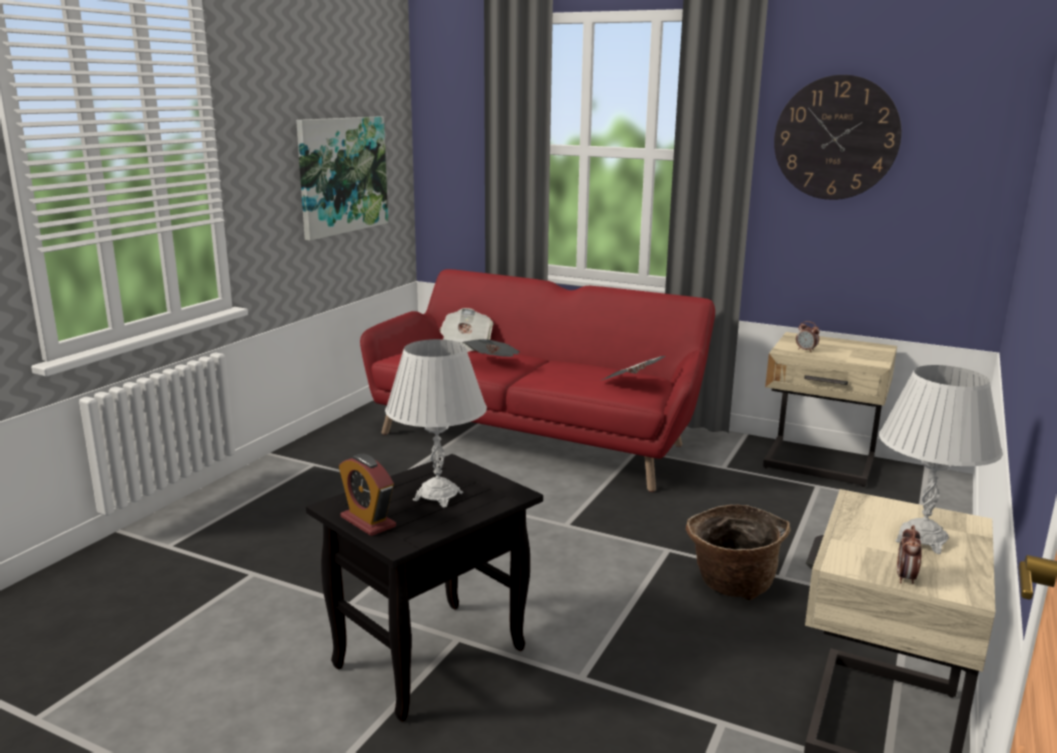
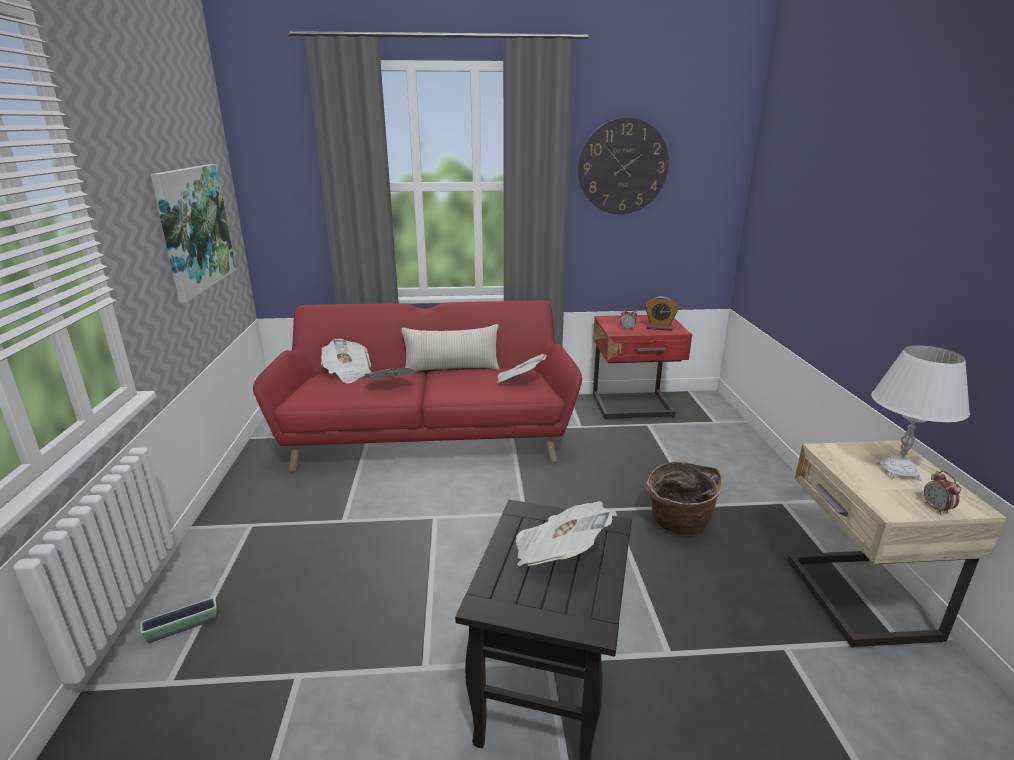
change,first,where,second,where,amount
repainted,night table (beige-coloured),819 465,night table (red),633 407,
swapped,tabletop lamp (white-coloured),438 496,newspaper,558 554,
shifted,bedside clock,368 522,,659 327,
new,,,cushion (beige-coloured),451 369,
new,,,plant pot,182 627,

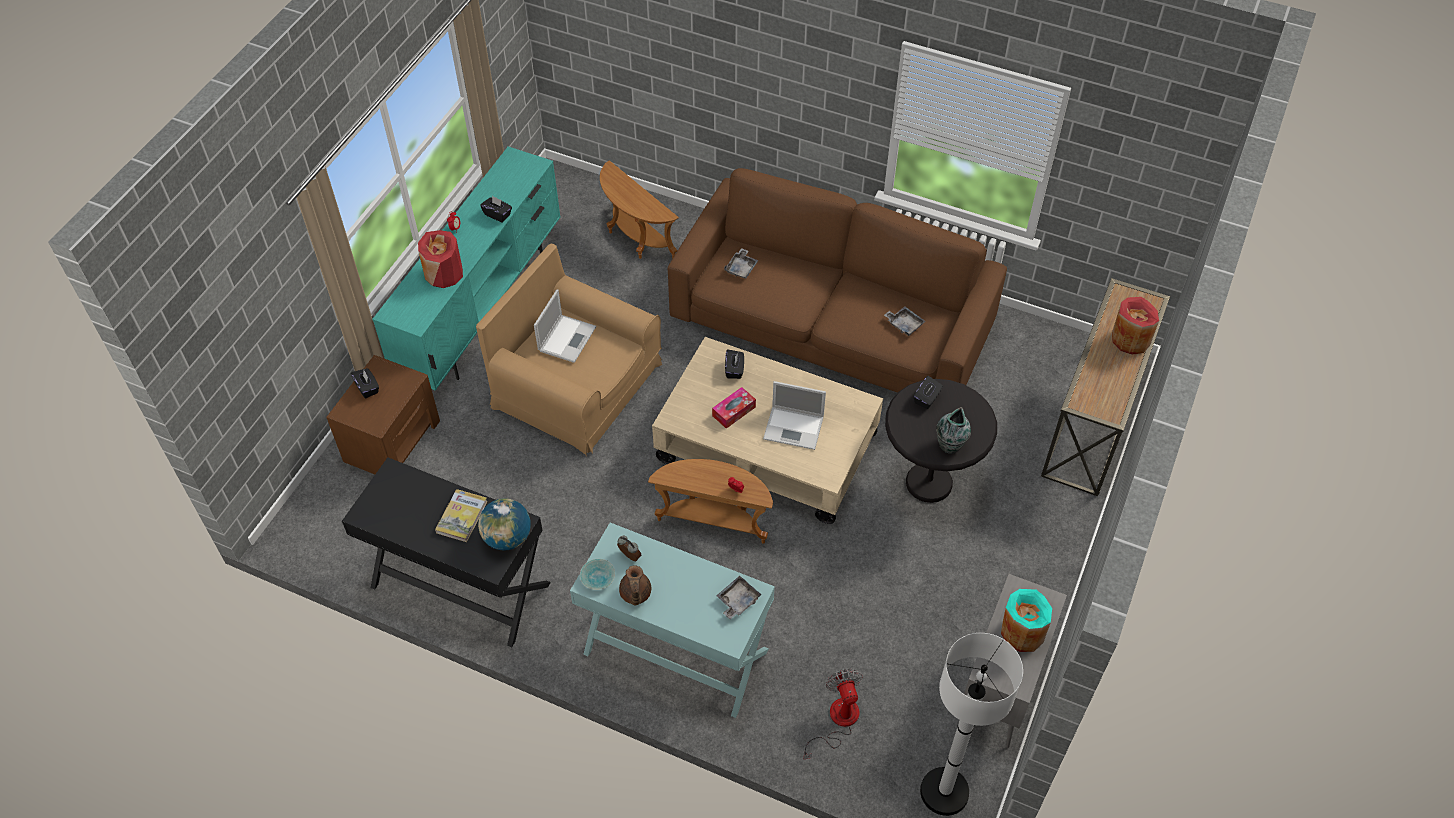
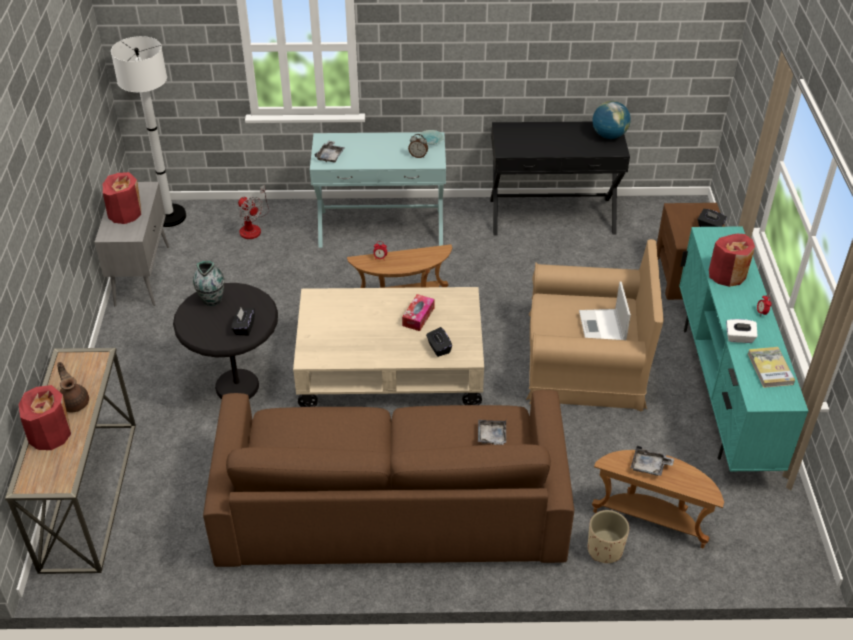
change,first,where,second,where,amount
repainted,tissue holder (black-coloured),497 214,tissue holder (white-coloured),739 338,
shifted,carrying tray (gray),904 324,,649 466,
gone,laptop,794 428,,,
shifted,bound book,462 517,,770 369,
shifted,desk globe,507 538,,609 135,
shifted,teapot (brown),635 594,,74 402,
repainted,decorative vase (blue-green),1022 632,decorative vase (red),125 213,
new,,,plant pot (beige-coloured),604 550,

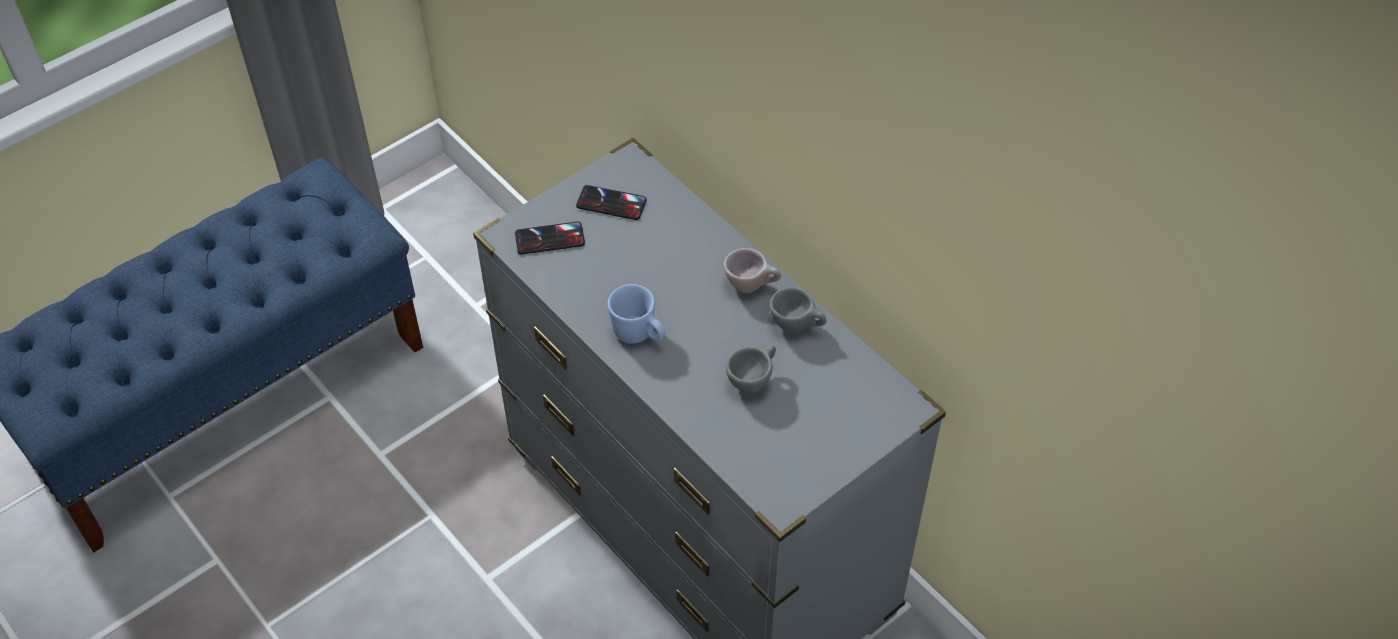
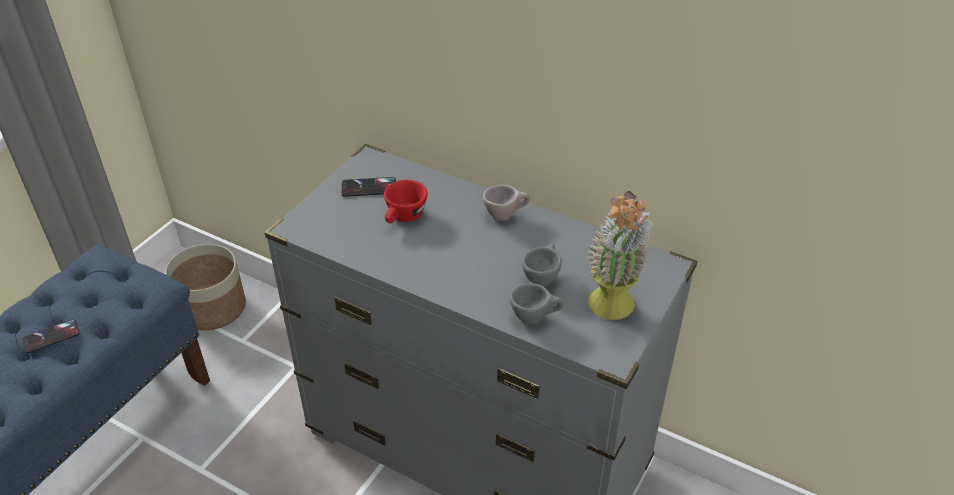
change,first,where,second,where,amount
shifted,telephone,549 239,,51 336,
gone,tea mug (blue-coloured),639 335,,,
shifted,cup (gray),797 326,,535 318,
new,,,cup (red),404 218,
new,,,houseplant,611 312,
new,,,plant pot,212 308,

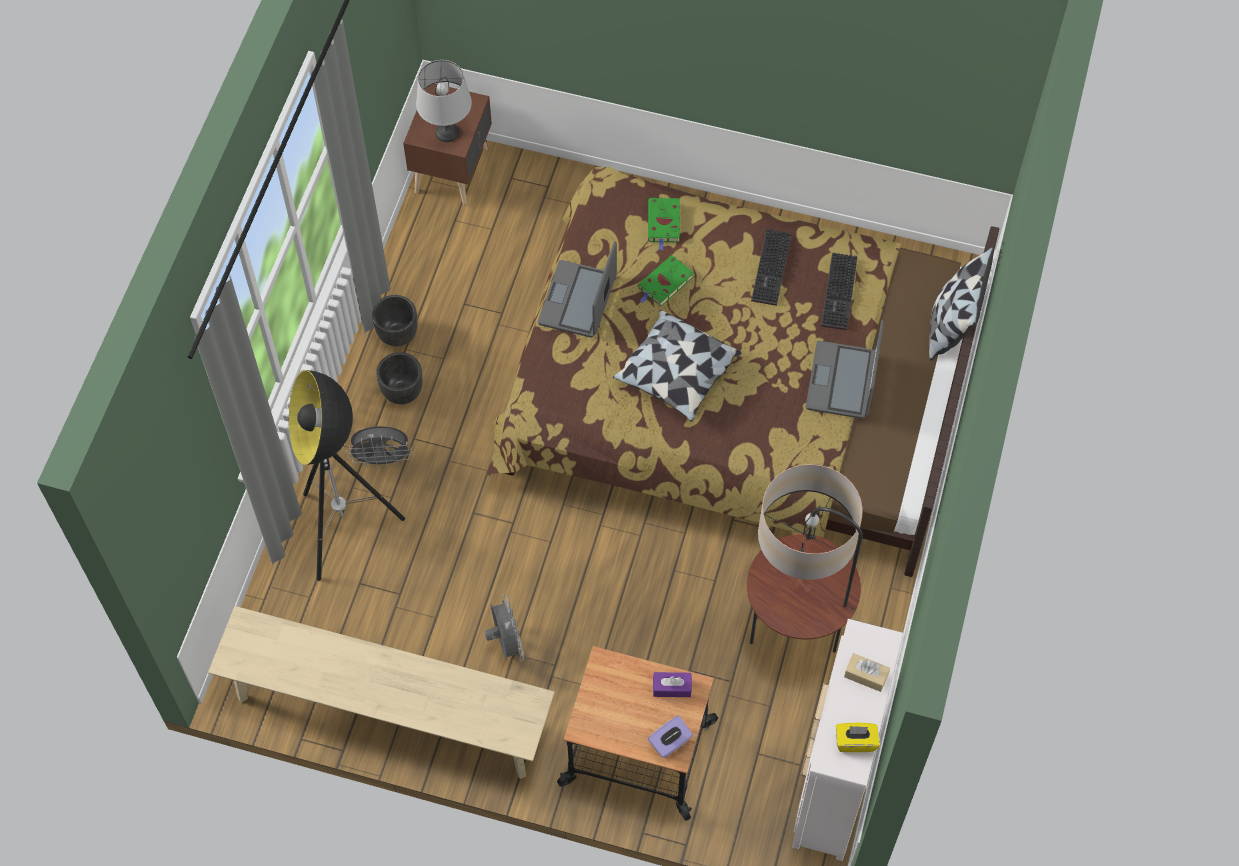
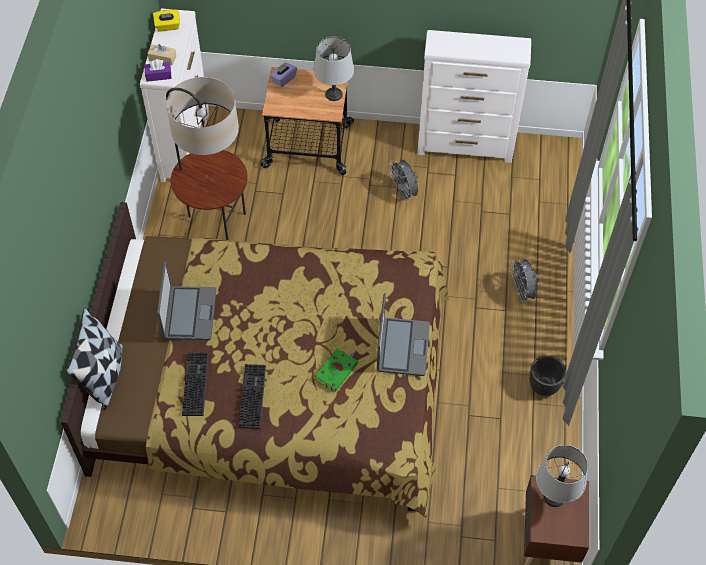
change,first,where,second,where,amount
gone,bound book (greenish),664 224,,,
gone,cushion,676 374,,,
gone,plant pot (black-coloured),402 392,,,
gone,standing lamp,346 530,,,
rotated,electric fan (gray),382 460,,522 292,90 degrees counterclockwise
swapped,bench (beige-coloured),388 712,drawer chest (white-coloured),466 146,
shifted,tissue holder (purple),672 687,,158 75,
new,,,tabletop lamp (gray),333 94,

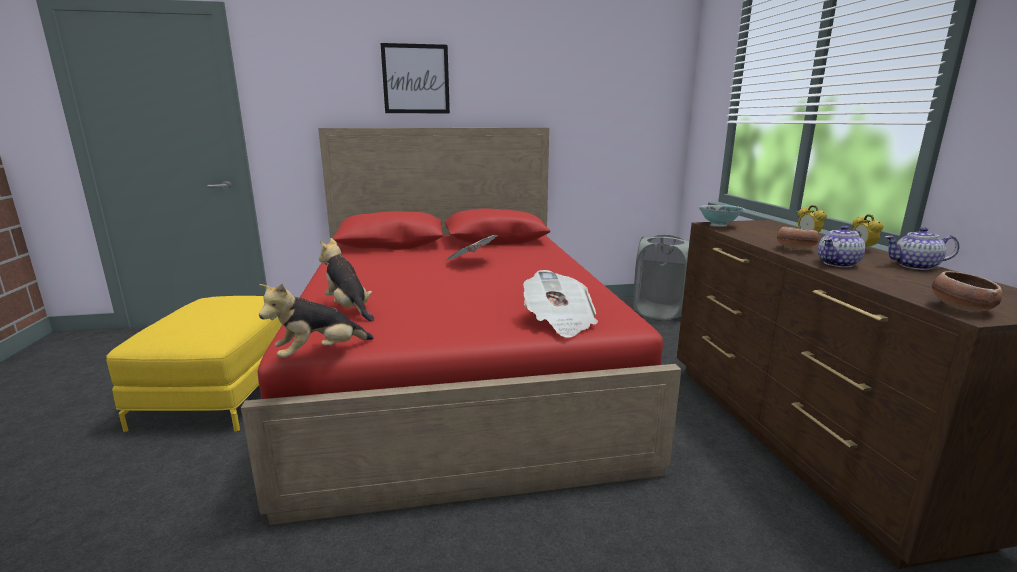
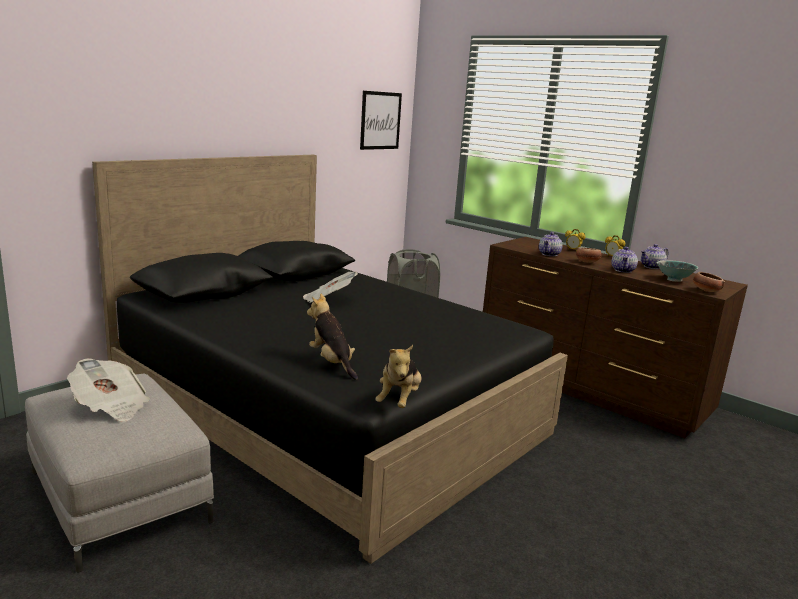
change,first,where,second,where,amount
shifted,wall art,416 79,,380 120,
repainted,bed (red),457 371,bed (black-coloured),328 409,
shifted,deep dish,718 226,,674 280,
rotated,cuddly toy,349 308,,332 363,45 degrees clockwise
shifted,newspaper,559 322,,111 407,
repainted,footrest (yellowish),223 389,footrest (gray),117 497,
new,,,teapot,549 254,

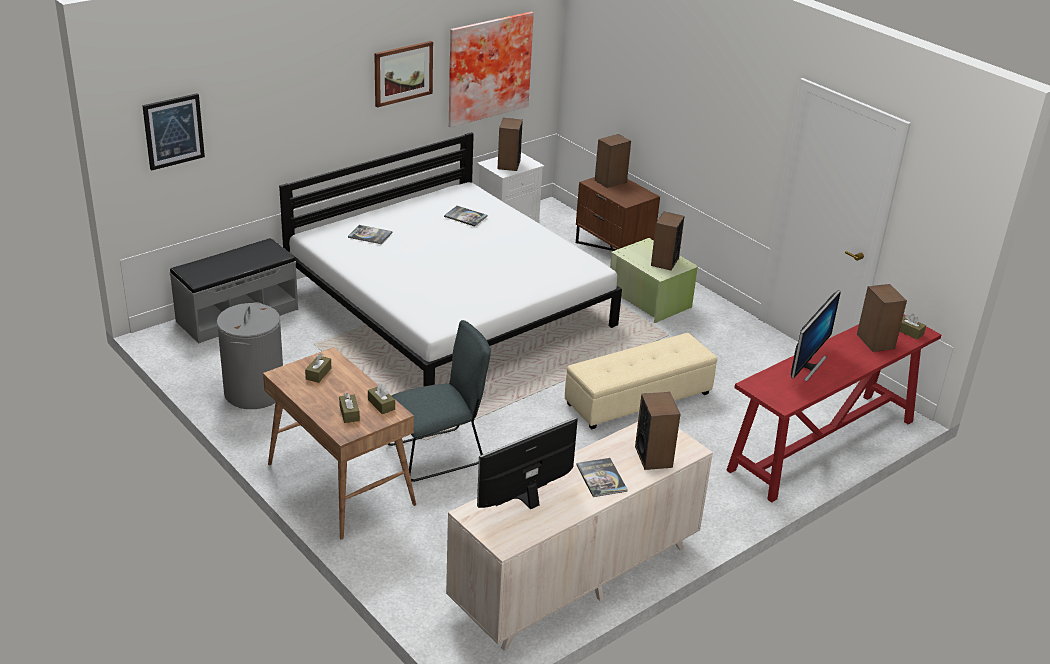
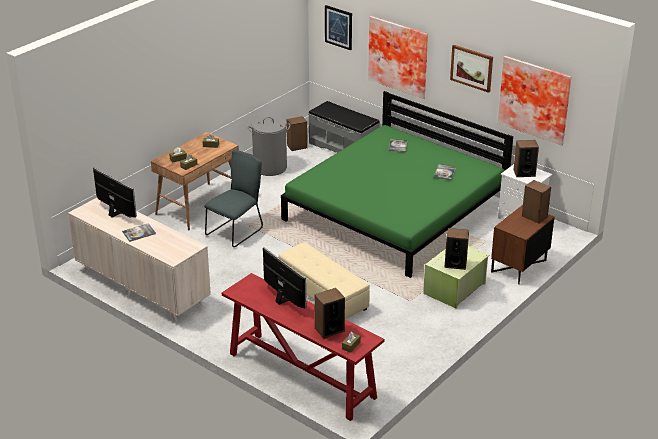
change,first,where,second,where,amount
repainted,bed (white-coloured),449 306,bed (greenish),396 211,
rotated,computer screen,807 366,,283 300,150 degrees counterclockwise
rotated,upright chair (gray),439 454,,236 231,105 degrees counterclockwise
shifted,speaker,654 456,,297 146,
new,,,wall art,399 56,

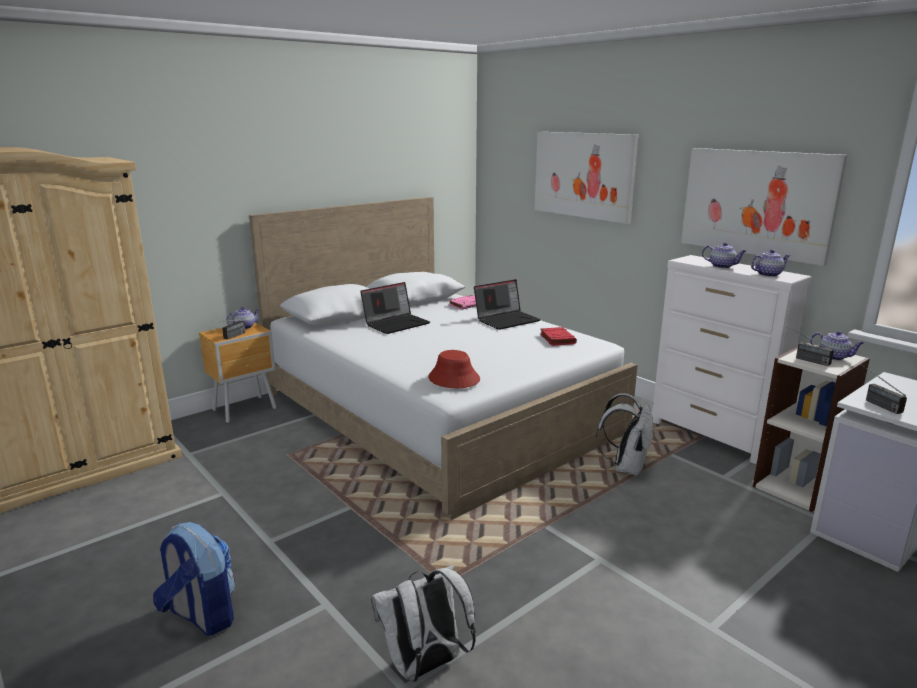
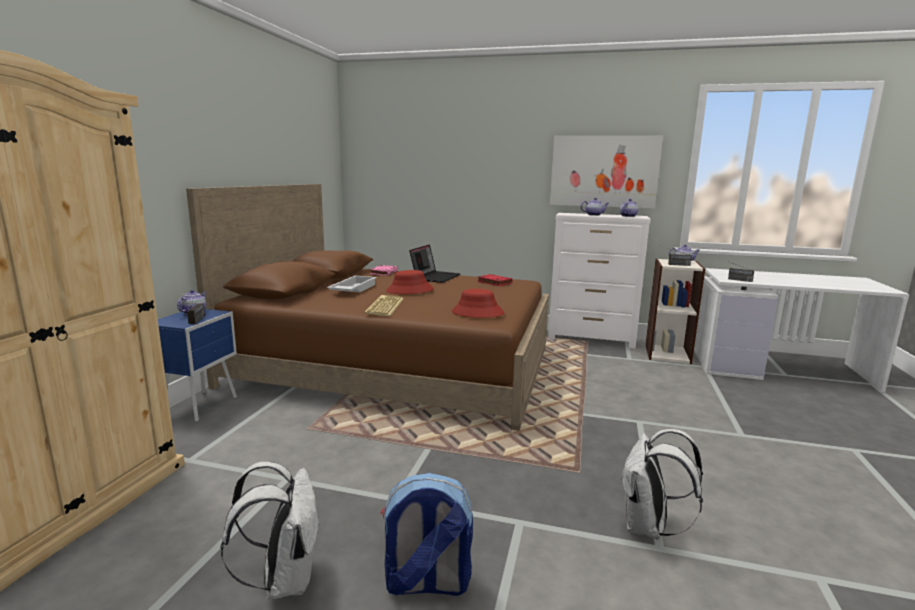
change,first,where,second,where,amount
gone,wall art,583 175,,,
repainted,bed (white-coloured),438 411,bed (brown),397 365,
swapped,laptop,396 323,carrying tray (white-coloured),352 289,
repainted,night table (brown),246 409,night table (blue-coloured),202 406,
shifted,backpack (white-coloured),626 467,,284 579,
new,,,hat (red),410 290,
new,,,keyboard,384 306,

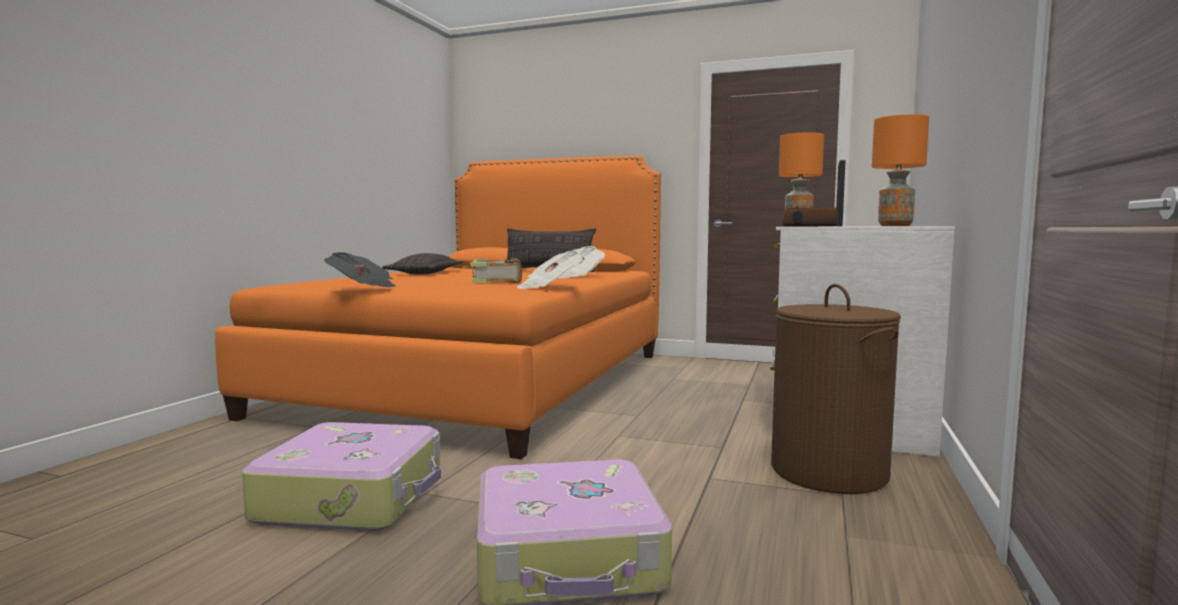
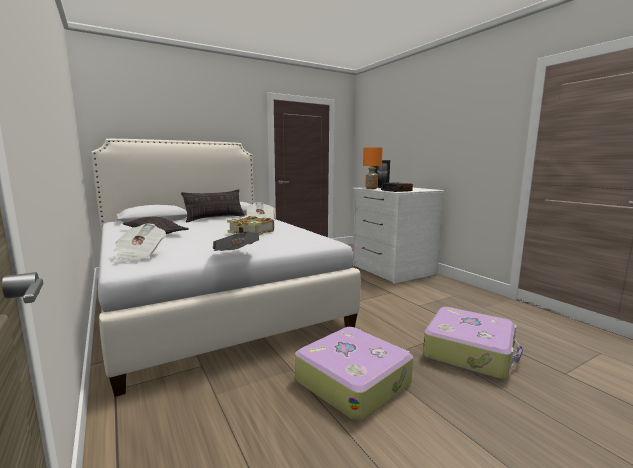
change,first,where,second,where,amount
gone,tabletop lamp (orange-coloured),894 226,,,
repainted,bed (orange-coloured),483 381,bed (white-coloured),211 299,
shifted,newspaper,549 287,,139 256,
gone,hamper (brown),829 472,,,

